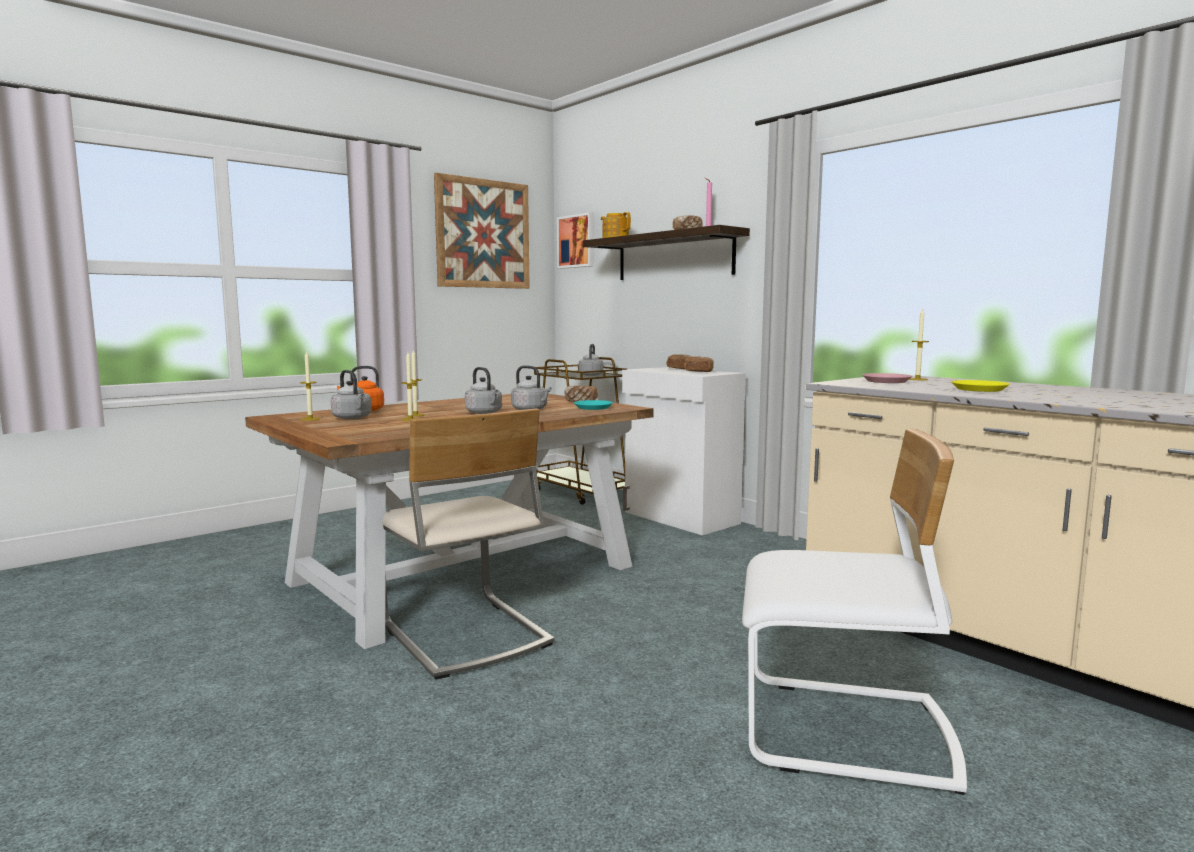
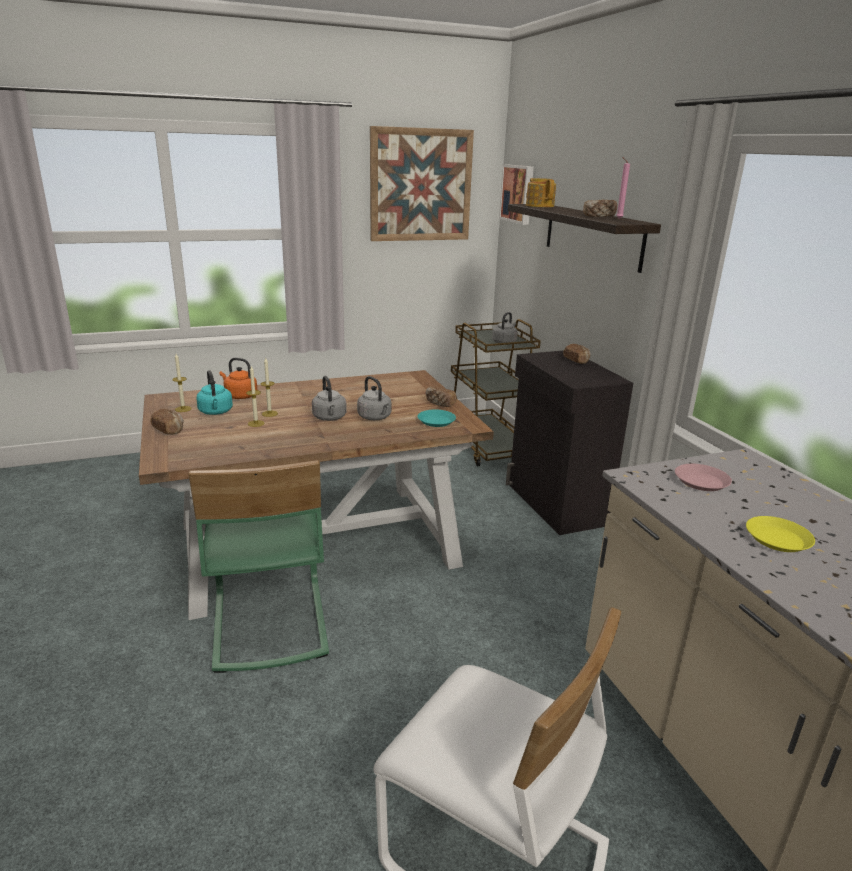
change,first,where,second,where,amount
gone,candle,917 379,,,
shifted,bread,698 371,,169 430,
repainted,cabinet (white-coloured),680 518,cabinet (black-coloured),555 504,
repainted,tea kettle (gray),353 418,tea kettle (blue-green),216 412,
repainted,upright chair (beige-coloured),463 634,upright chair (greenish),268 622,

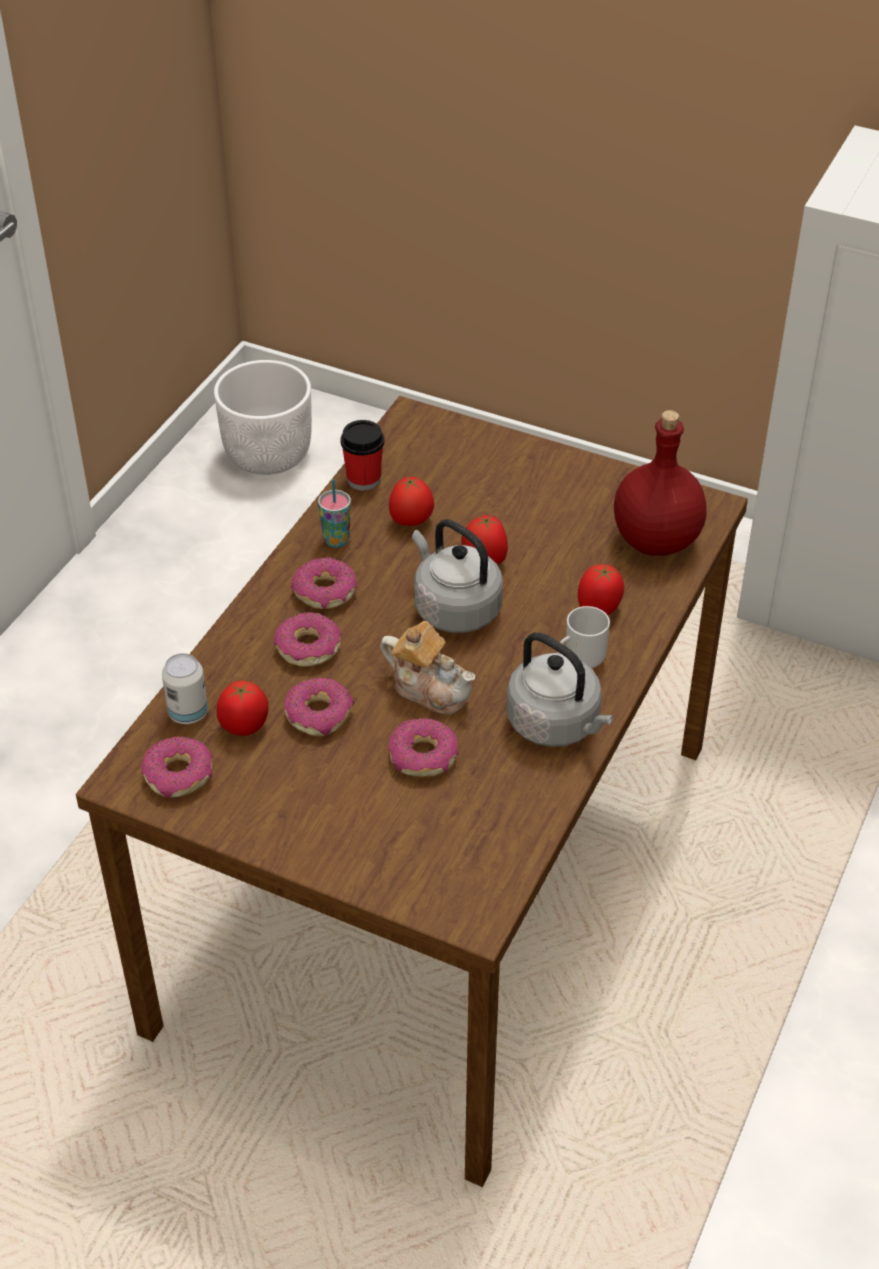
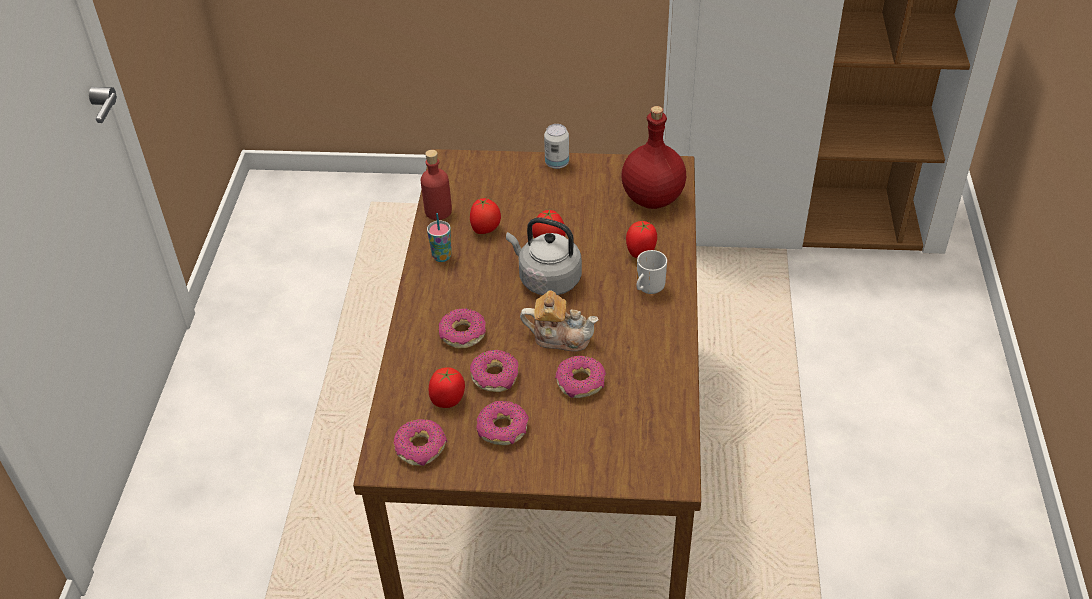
change,first,where,second,where,amount
gone,plant pot (white-coloured),268 455,,,
swapped,cup,364 479,drink bottle (red),438 211,
shifted,donut,325 592,,503 429,
gone,tea kettle (gray),557 725,,,
shifted,metal can,188 713,,557 163,

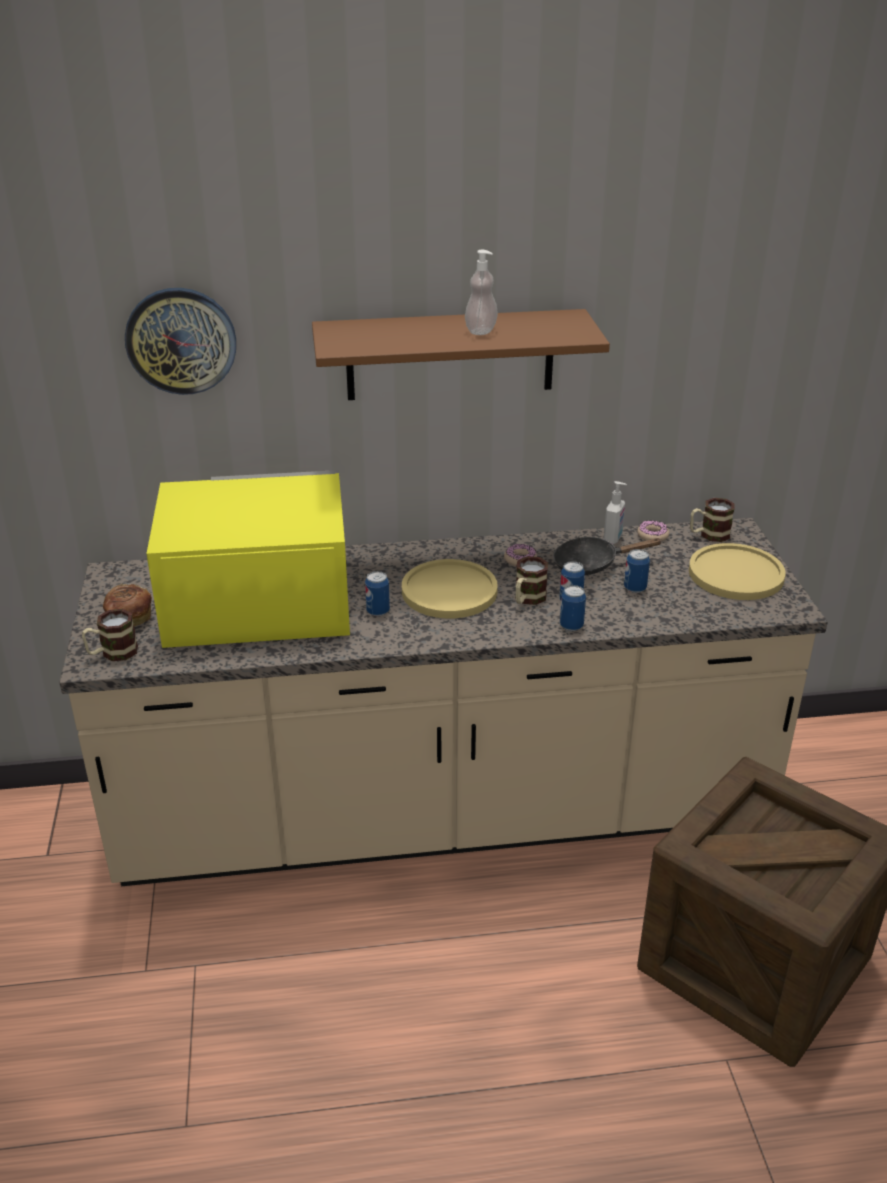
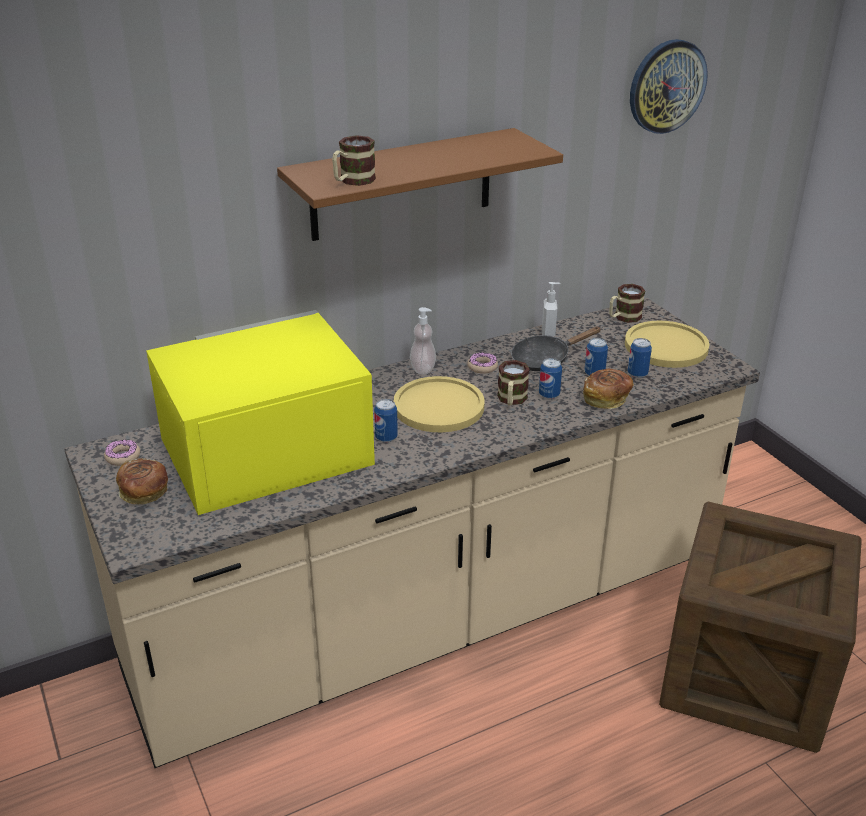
change,first,where,second,where,amount
shifted,liquid soap bottle,481 331,,423 368,
shifted,wall clock,181 340,,666 86,
shifted,donut,652 536,,123 457,
shifted,metal can,571 626,,637 374,
shifted,tea mug,112 653,,352 181,
new,,,bread,606 398,

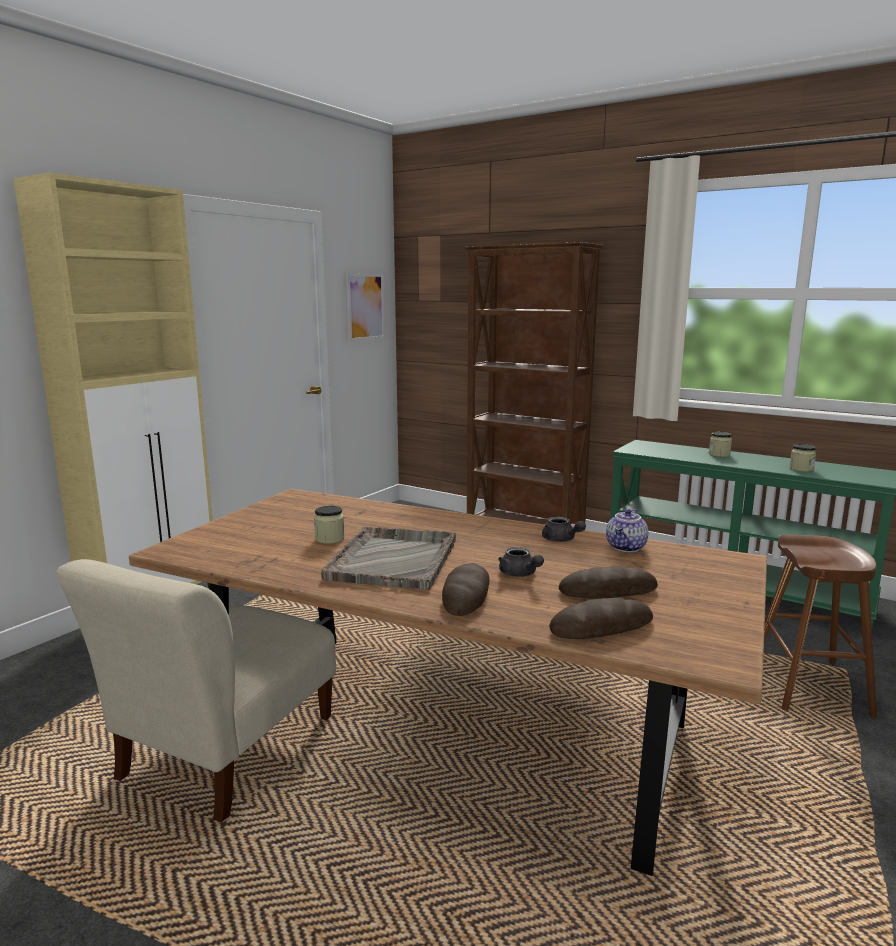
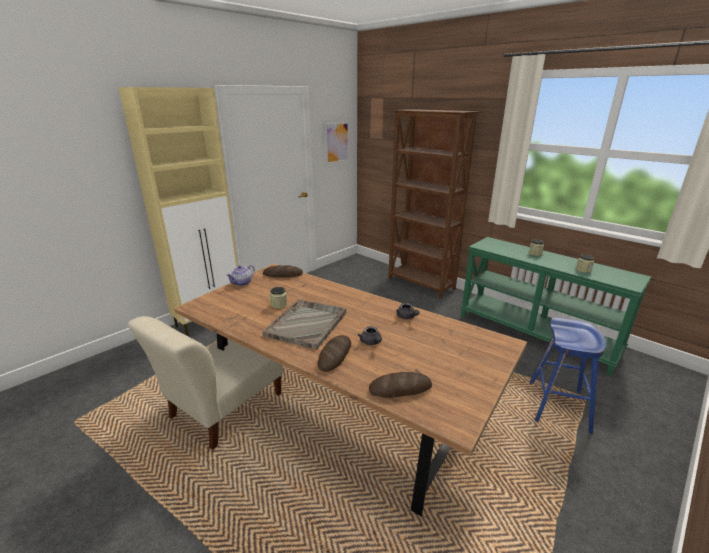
change,first,where,second,where,amount
shifted,teapot,626 548,,242 283,
repainted,stool seat (brown),809 685,stool seat (blue-coloured),558 405,
shifted,bread,607 590,,283 274,

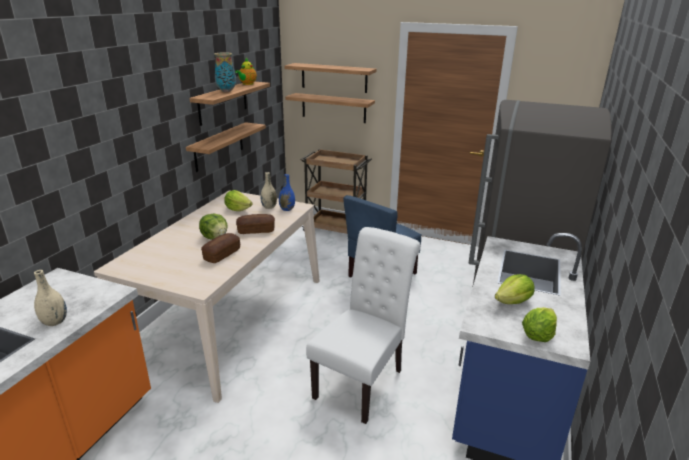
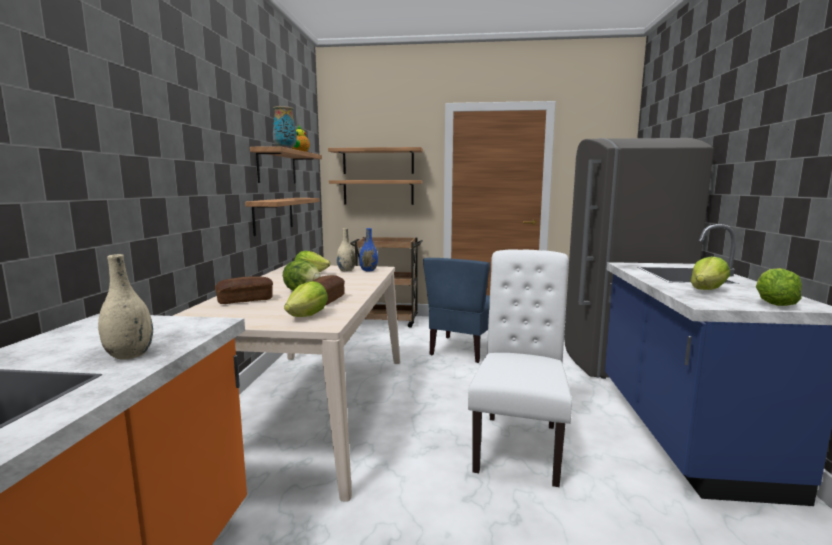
change,first,where,second,where,amount
shifted,bread,256 230,,245 300,
new,,,lettuce head,308 316,

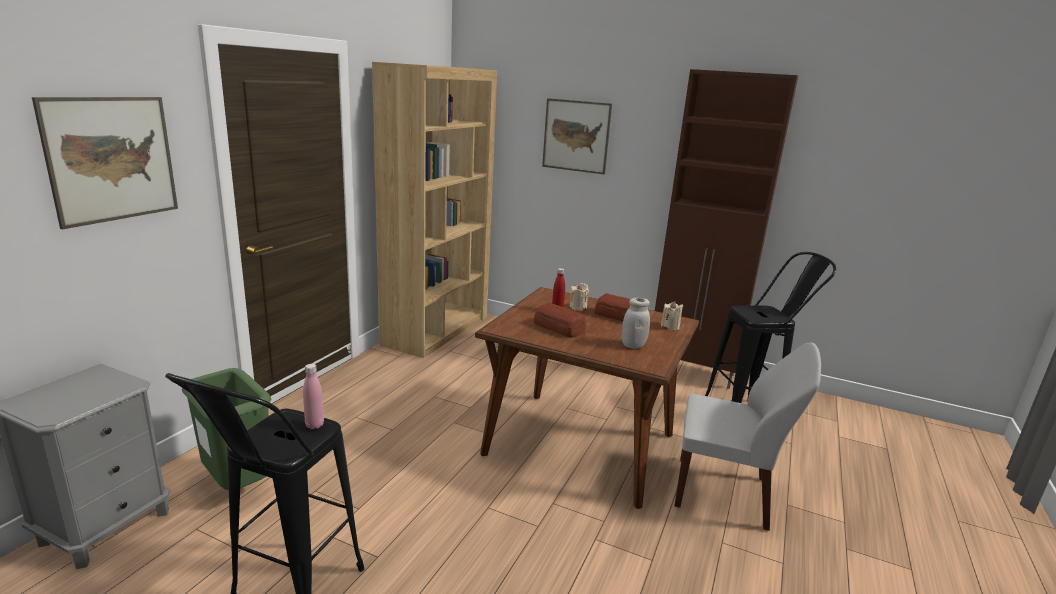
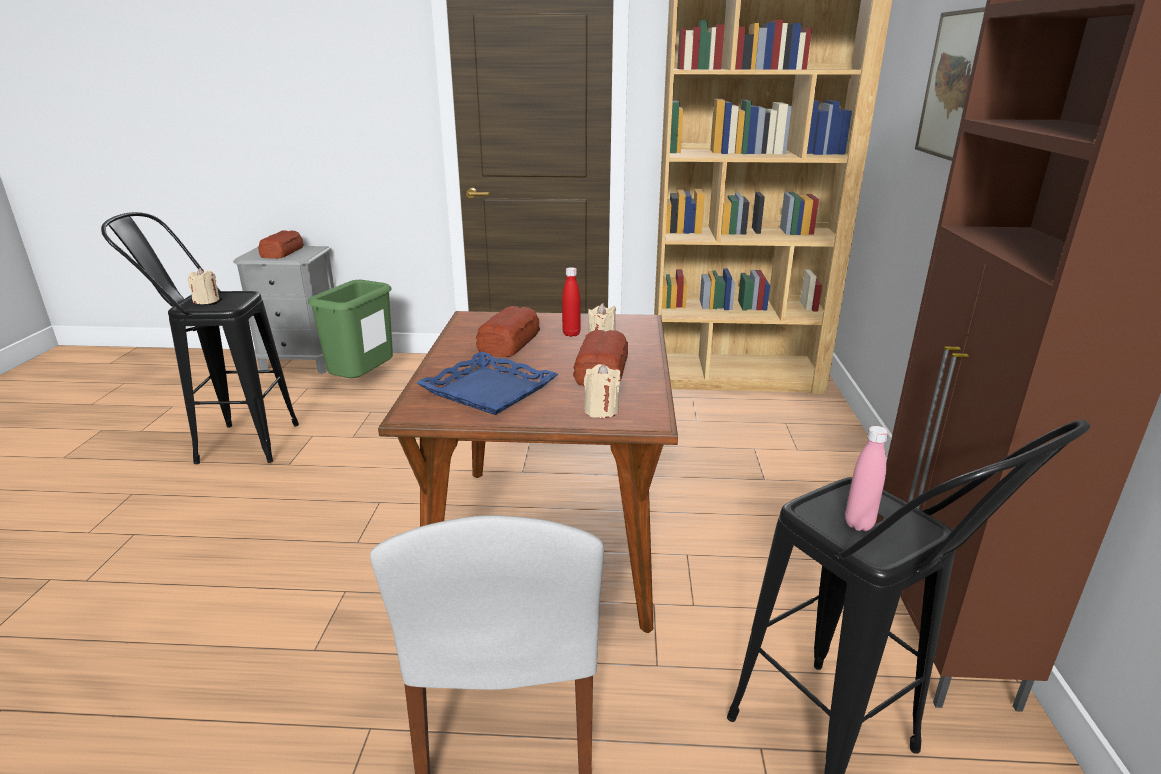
change,first,where,second,where,amount
gone,wall art,112 159,,,
swapped,preserve jar (white-coloured),633 345,carrying tray (blue-coloured),488 391,
shifted,drink bottle (pink),314 425,,859 524,
new,,,bread,283 252,
new,,,candle (beige-coloured),207 301,

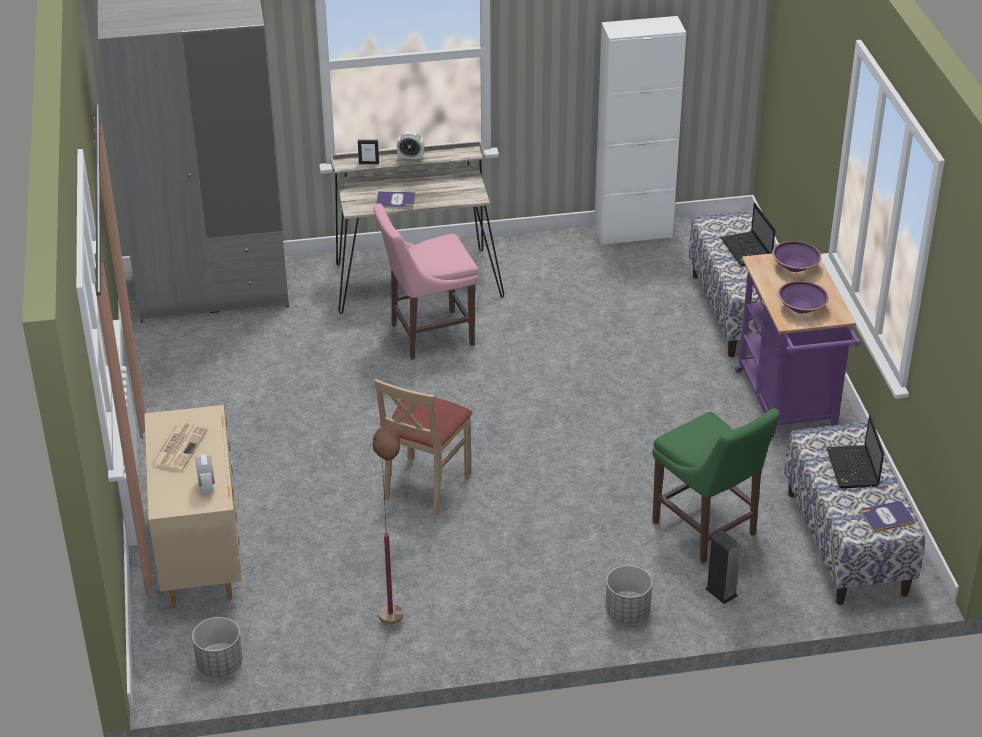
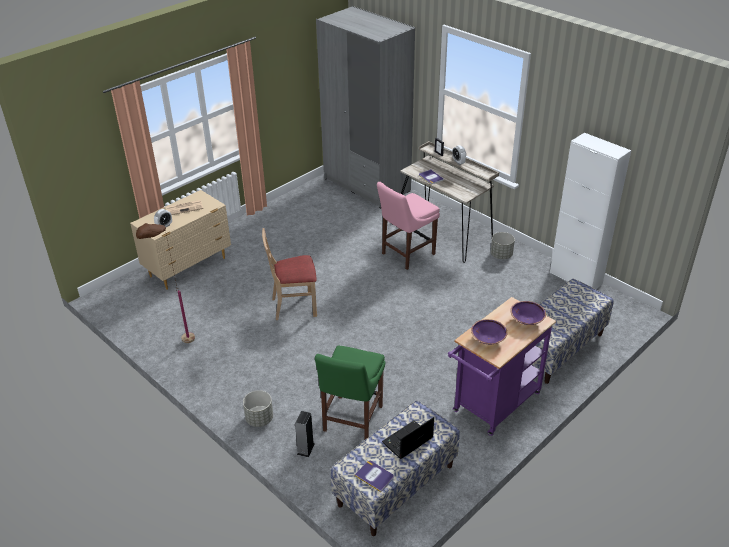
change,first,where,second,where,amount
rotated,upright chair (pink),427 335,,406 254,75 degrees counterclockwise
gone,laptop,747 250,,,
shifted,plant pot (gray),219 665,,501 255,

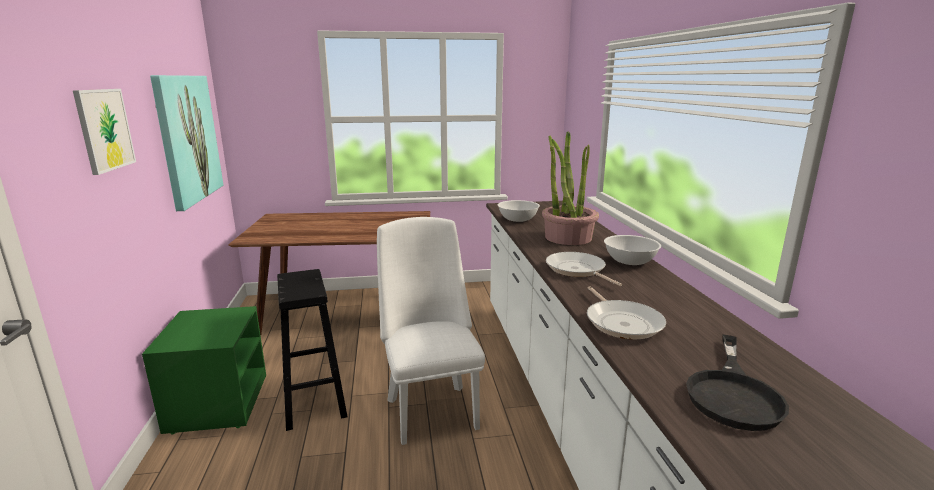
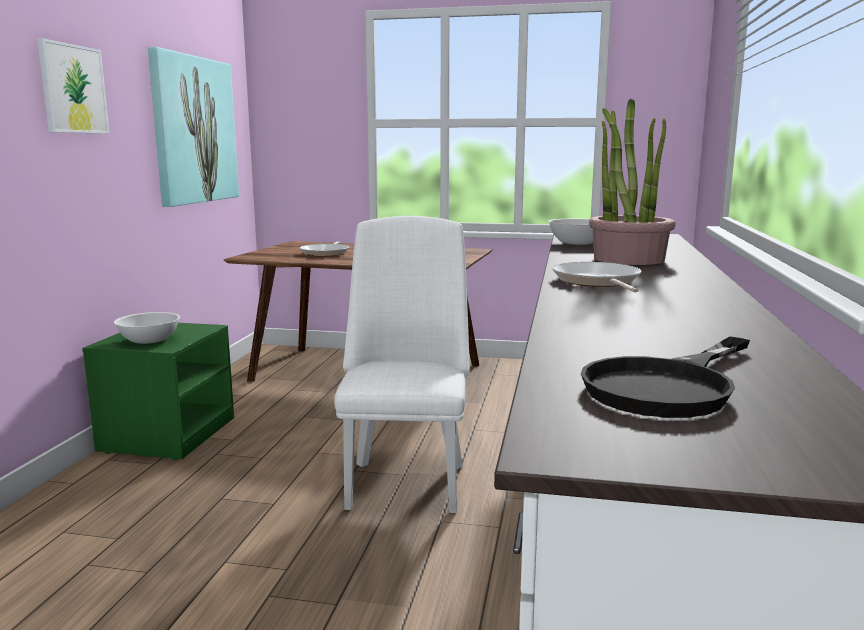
change,first,where,second,where,amount
shifted,deep dish (white-coloured),629 261,,149 340,
gone,stool seat (black-coloured),313 401,,,
shifted,pan,622 322,,326 253,

